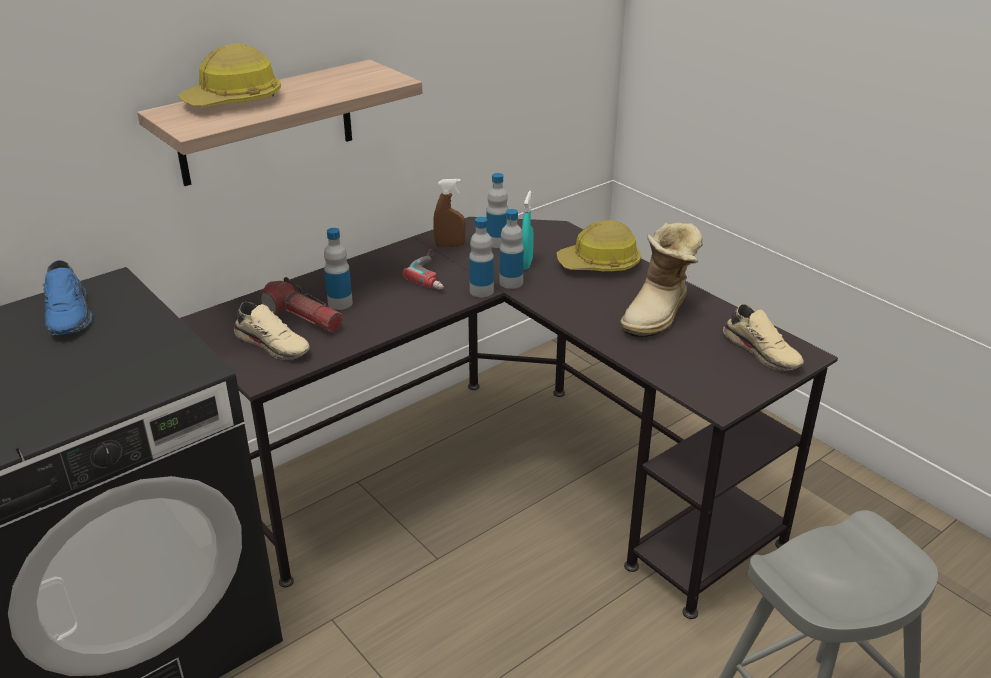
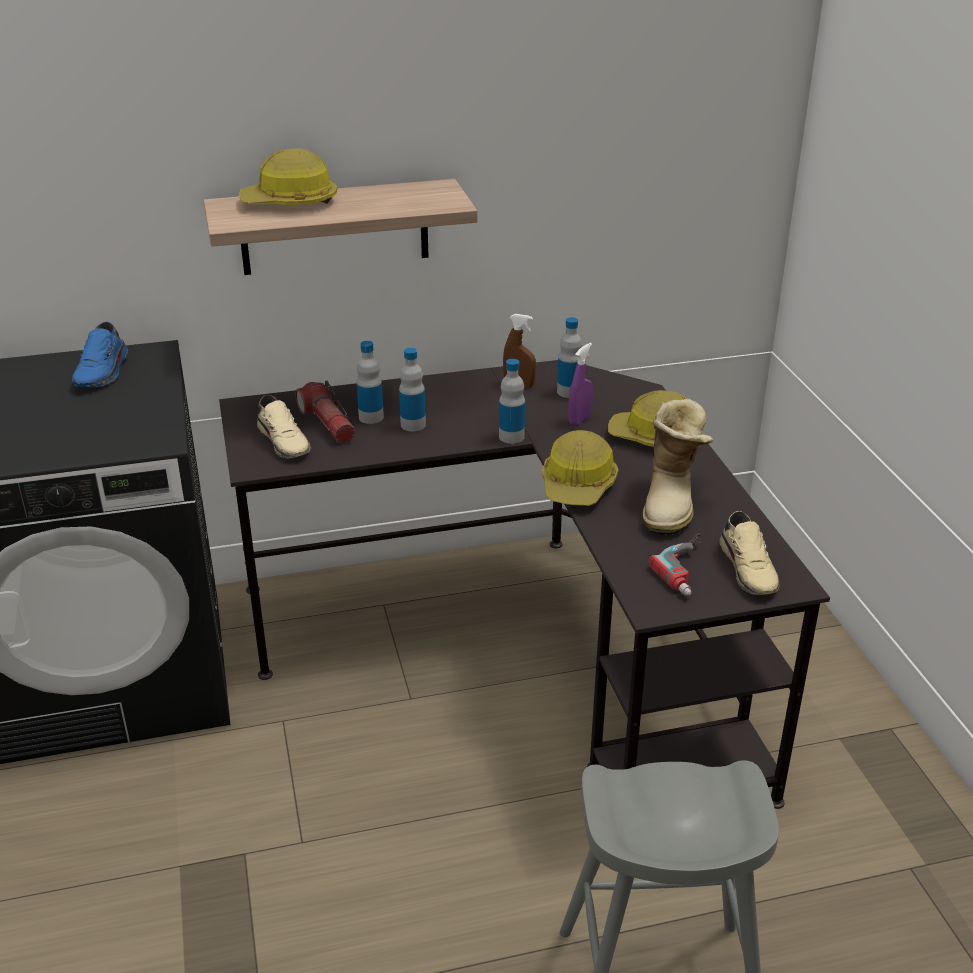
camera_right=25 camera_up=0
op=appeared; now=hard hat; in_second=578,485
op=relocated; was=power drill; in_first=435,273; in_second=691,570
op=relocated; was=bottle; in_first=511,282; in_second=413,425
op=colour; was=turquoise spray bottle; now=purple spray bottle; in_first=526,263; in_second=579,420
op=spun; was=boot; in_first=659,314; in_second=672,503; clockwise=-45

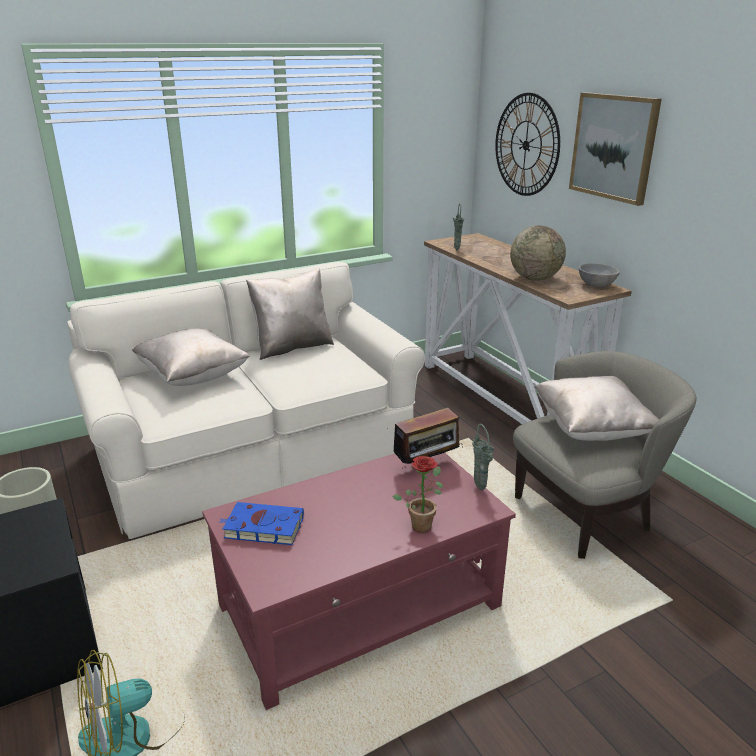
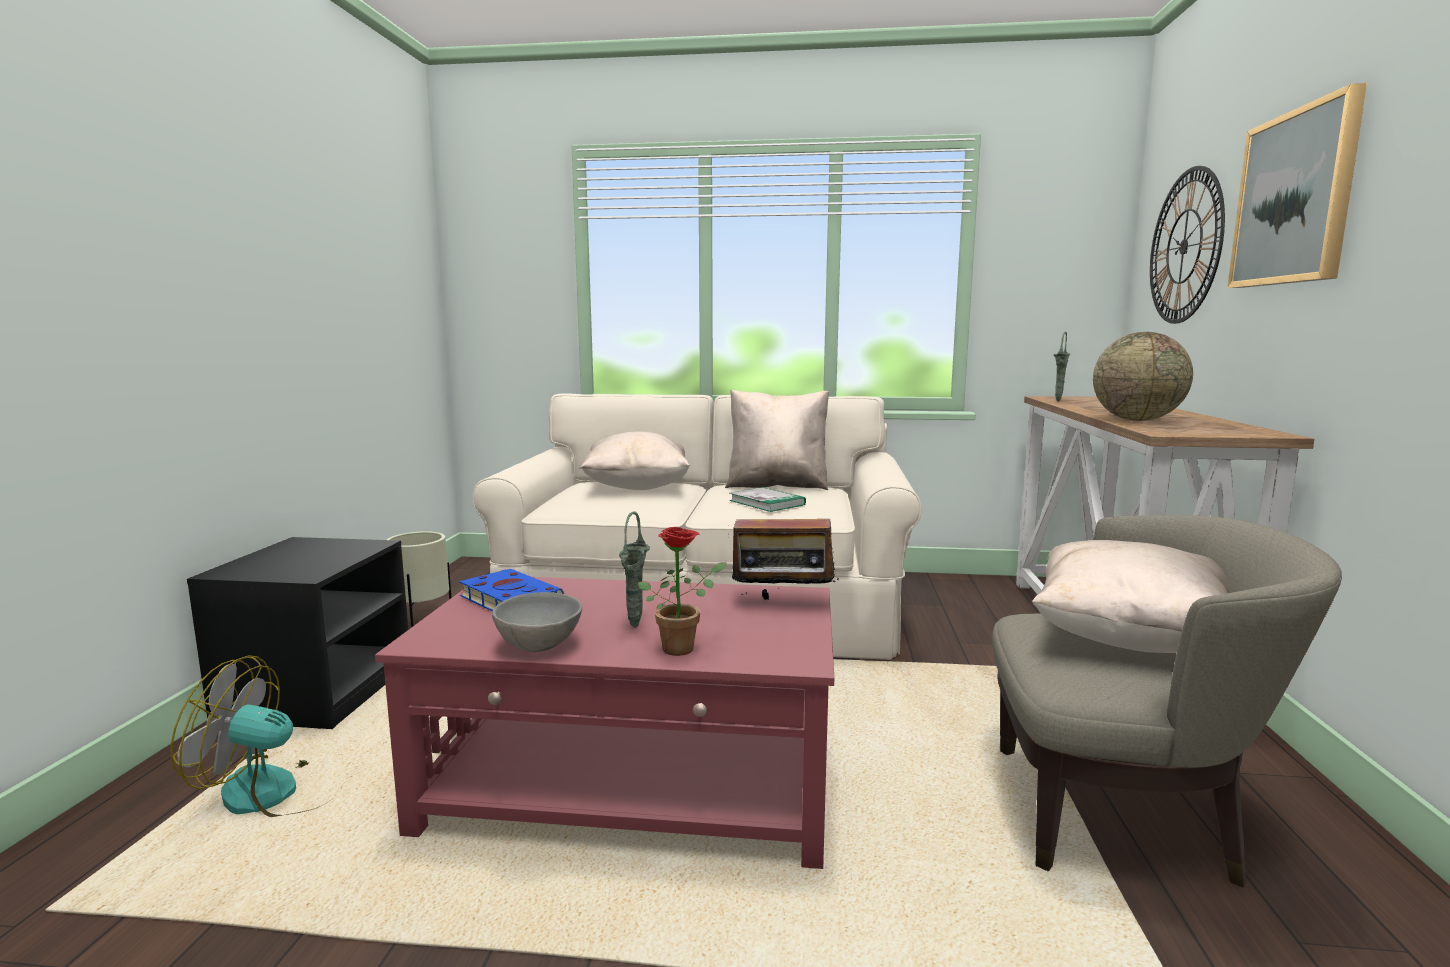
camera_right=35 camera_up=-15
op=appeared; now=book; in_second=767,502
op=relocated; was=green vase; in_first=481,489; in_second=635,627
op=relocated; was=grey bowl; in_first=596,285; in_second=540,646

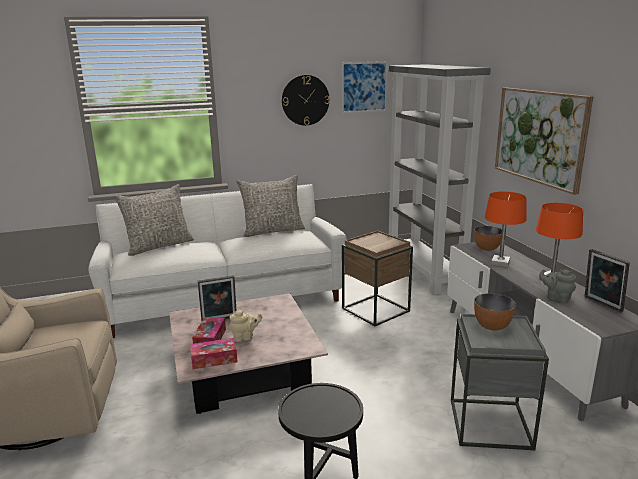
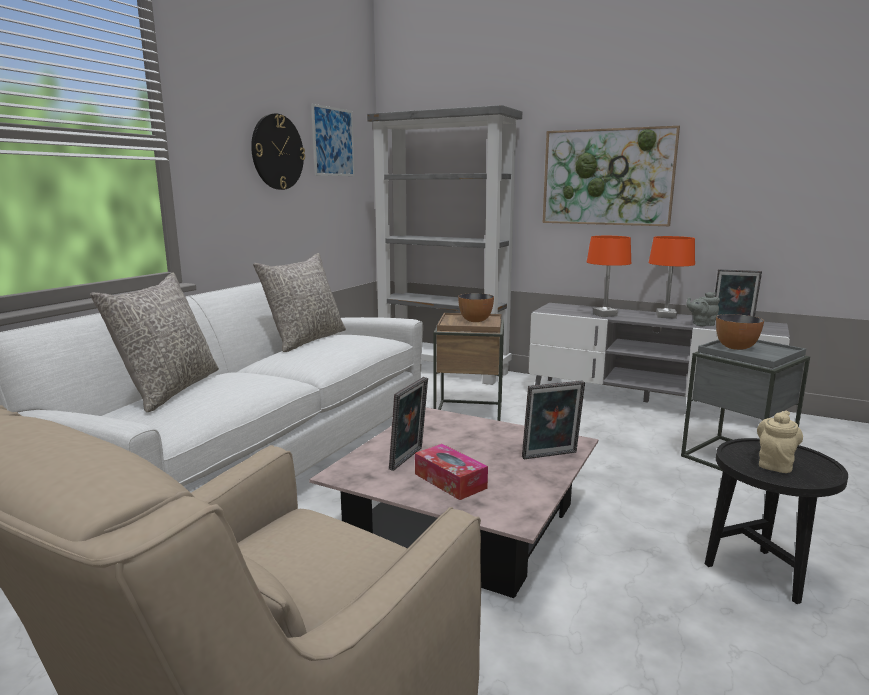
camera_right=-45 camera_up=-5
op=missing; was=tissue box; in_first=214,359
op=appeared; now=picture frame; in_second=551,456
op=relocated; was=beige teapot; in_first=245,337; in_second=775,464
op=relocated; was=bowl; in_first=487,248; in_second=475,320

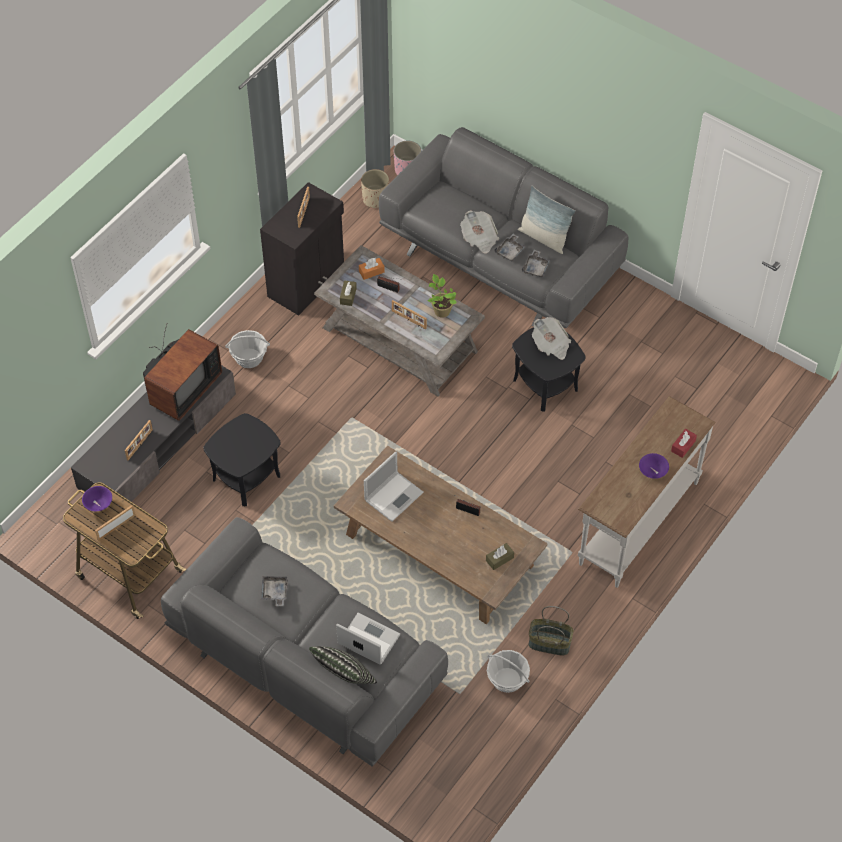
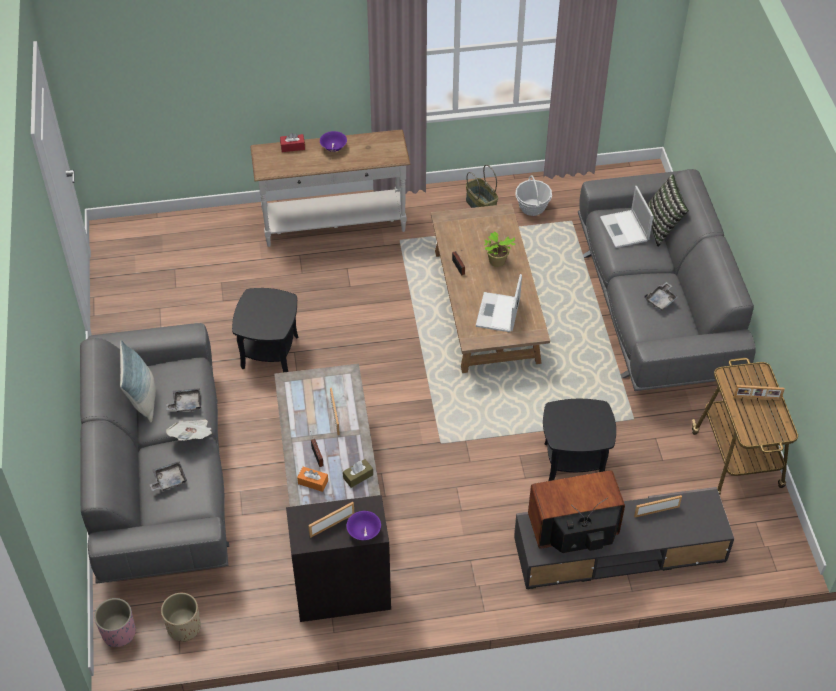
camera_right=-135 camera_up=-5
op=missing; was=basket; in_first=249,358
op=missing; was=brown tissue box; in_first=499,559
op=missing; was=newspaper; in_first=551,345
op=relocated; was=purple bowl; in_first=98,504; in_second=364,532
op=relocated; was=potted plant; in_first=441,310; in_second=497,262
op=relocated; was=grey tray; in_first=536,267; in_second=169,480
op=spun; was=laptop; in_first=394,495; in_second=498,313; clockwise=-75

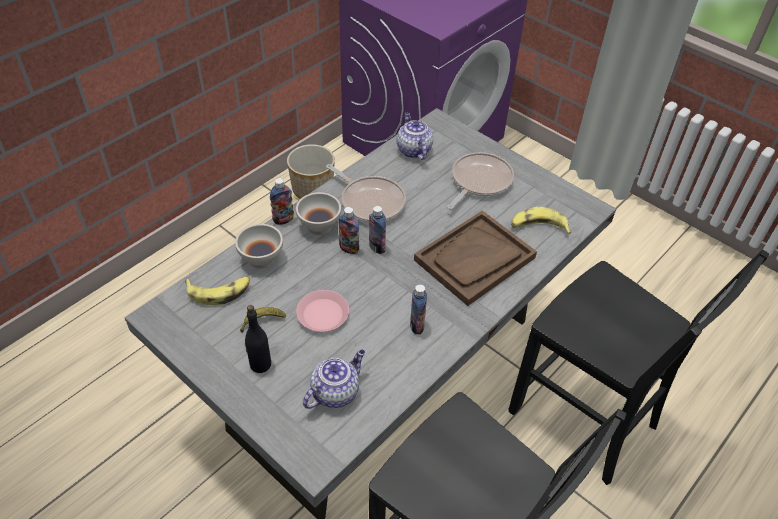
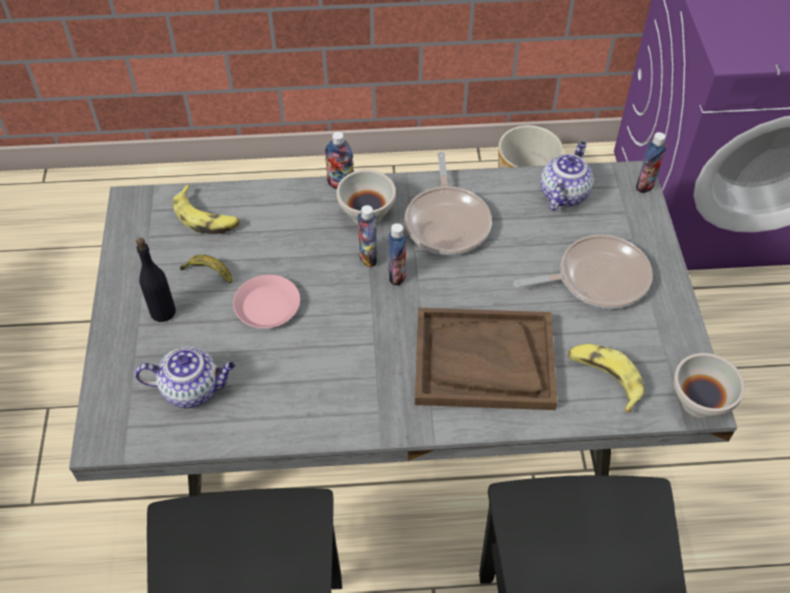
camera_right=45 camera_up=5
op=relocated; was=white bowl; in_first=261,258; in_second=699,401
op=relocated; was=bottle; in_first=417,325; in_second=645,185

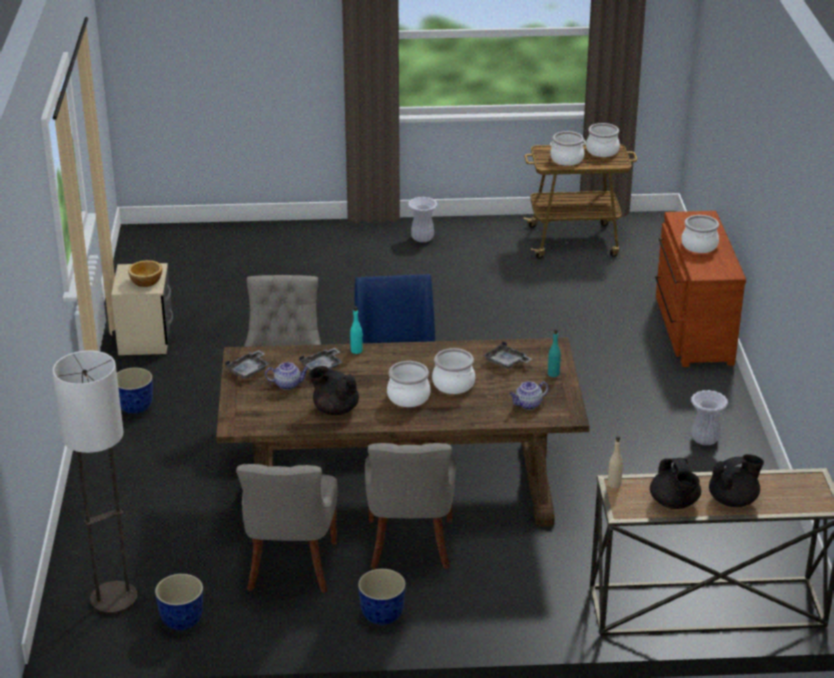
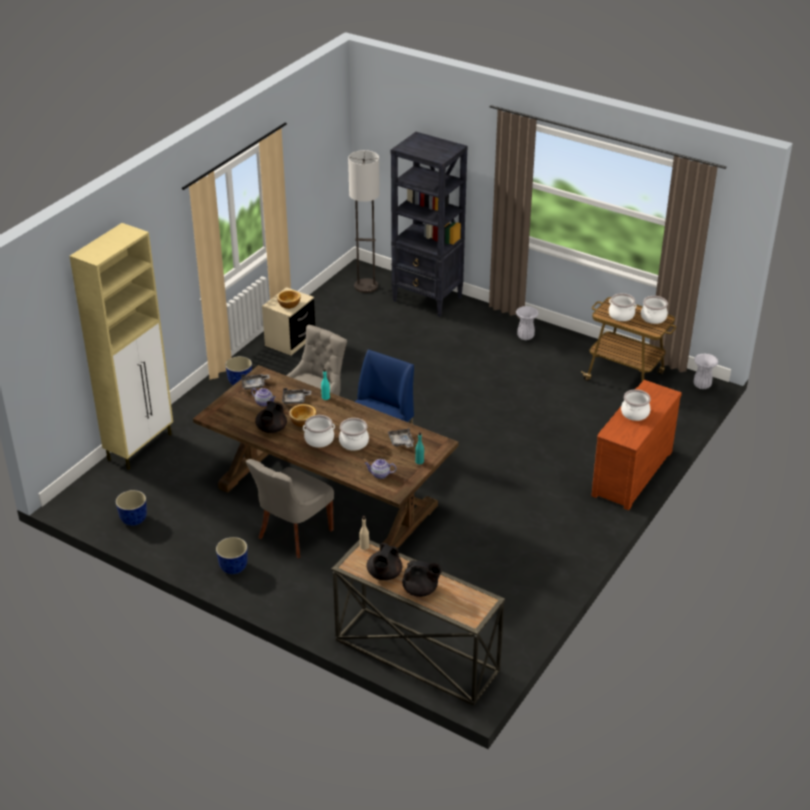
camera_right=35 camera_up=5
op=missing; was=grey chair; in_first=290,567
op=appeared; now=beige cabinet; in_second=140,446
op=appeared; now=bowl; in_second=303,422
op=appeared; now=black bookcase; in_second=428,299
op=relocated; was=floor lamp; in_first=114,599; in_second=366,286
op=relocated; was=white vase; in_first=705,440; in_second=702,385
op=spun; was=black teapot; in_first=335,409; in_second=271,429; clockwise=-135

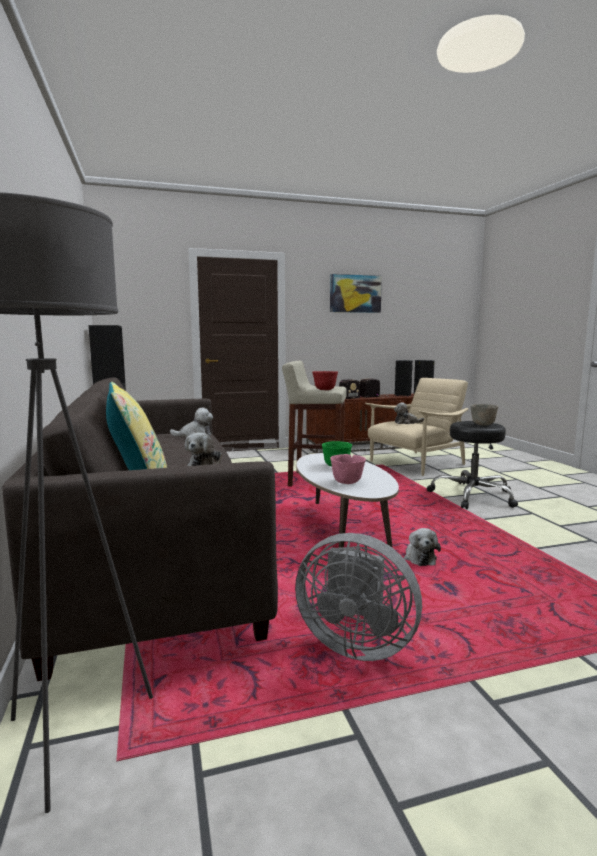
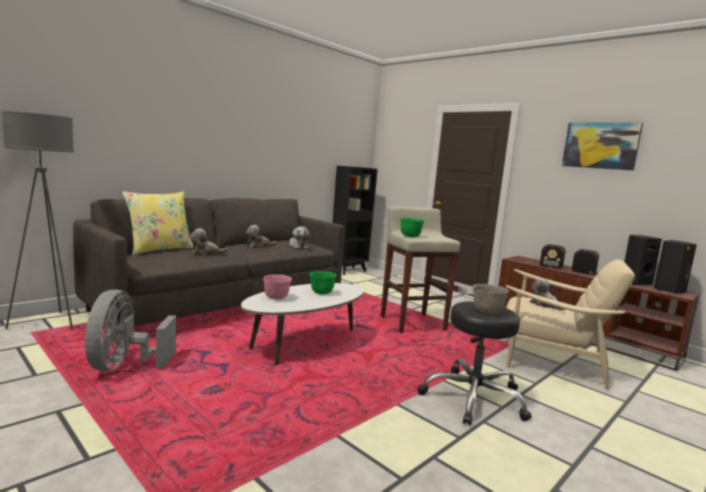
camera_right=60 camera_up=0
op=relocated; was=plush toy; in_first=419,558; in_second=259,246
op=colour; was=red bowl; now=green bowl; in_first=324,390; in_second=410,236

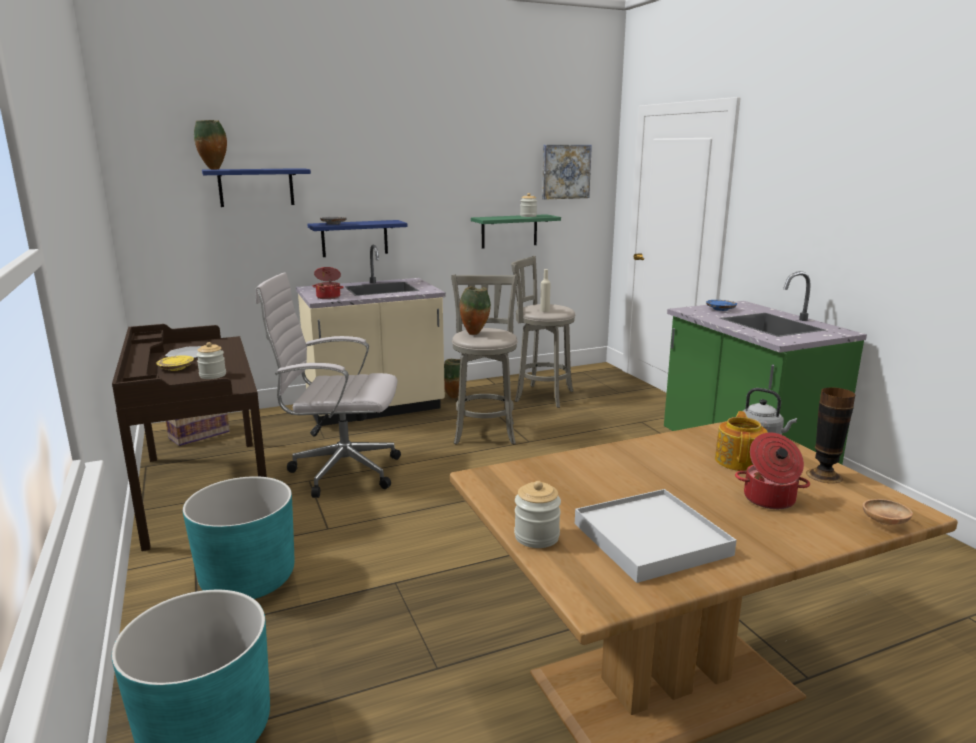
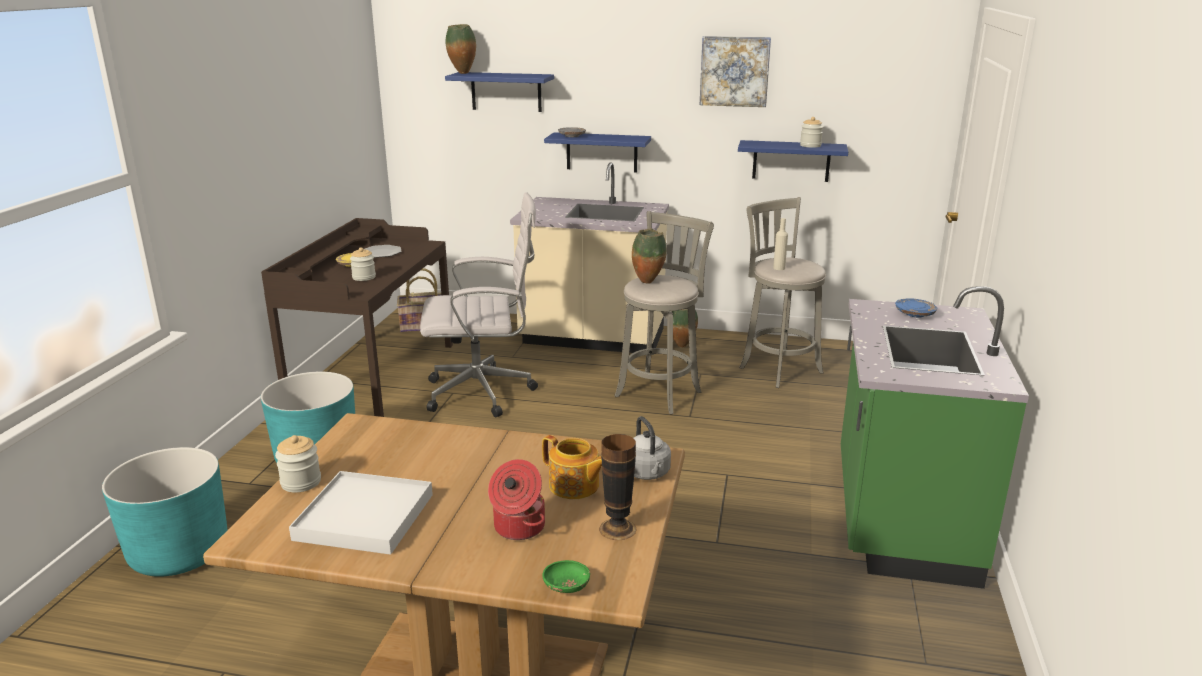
camera_right=35 camera_up=5
op=missing; was=cooking pot; in_first=329,297
op=relocated; was=picture; in_first=565,171; in_second=734,71
op=colour; was=green shelf; now=blue shelf; in_first=509,231; in_second=791,161
op=colour; was=brown bowl; now=green bowl; in_first=884,522; in_second=566,587
op=spun; was=white office chair; in_first=340,472; in_second=484,392; clockwise=135
op=spun; was=teapot; in_first=739,461; in_second=574,486; clockwise=75

